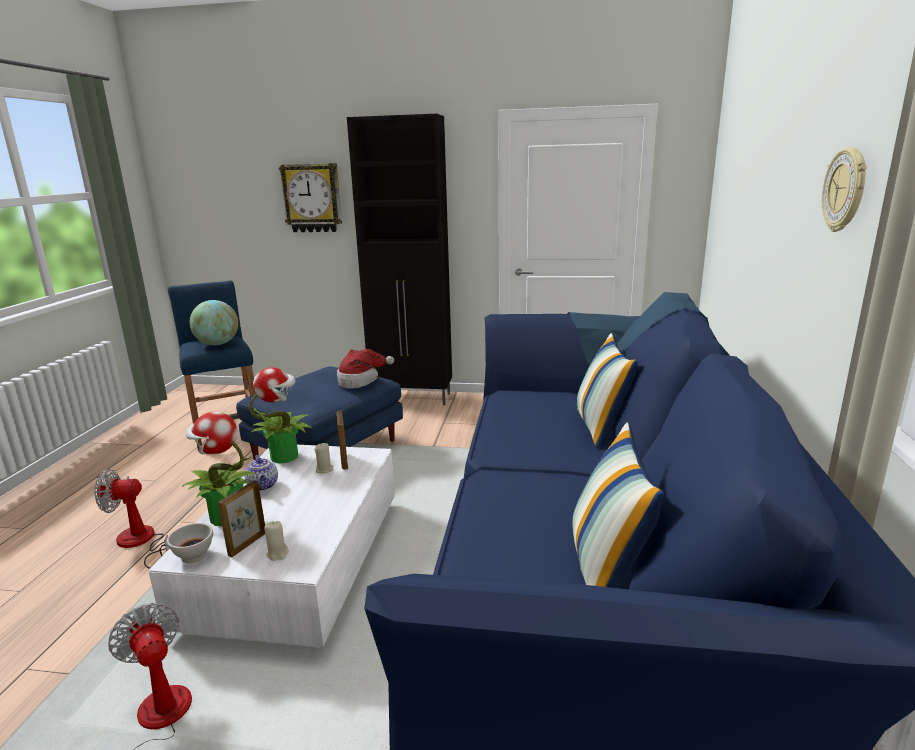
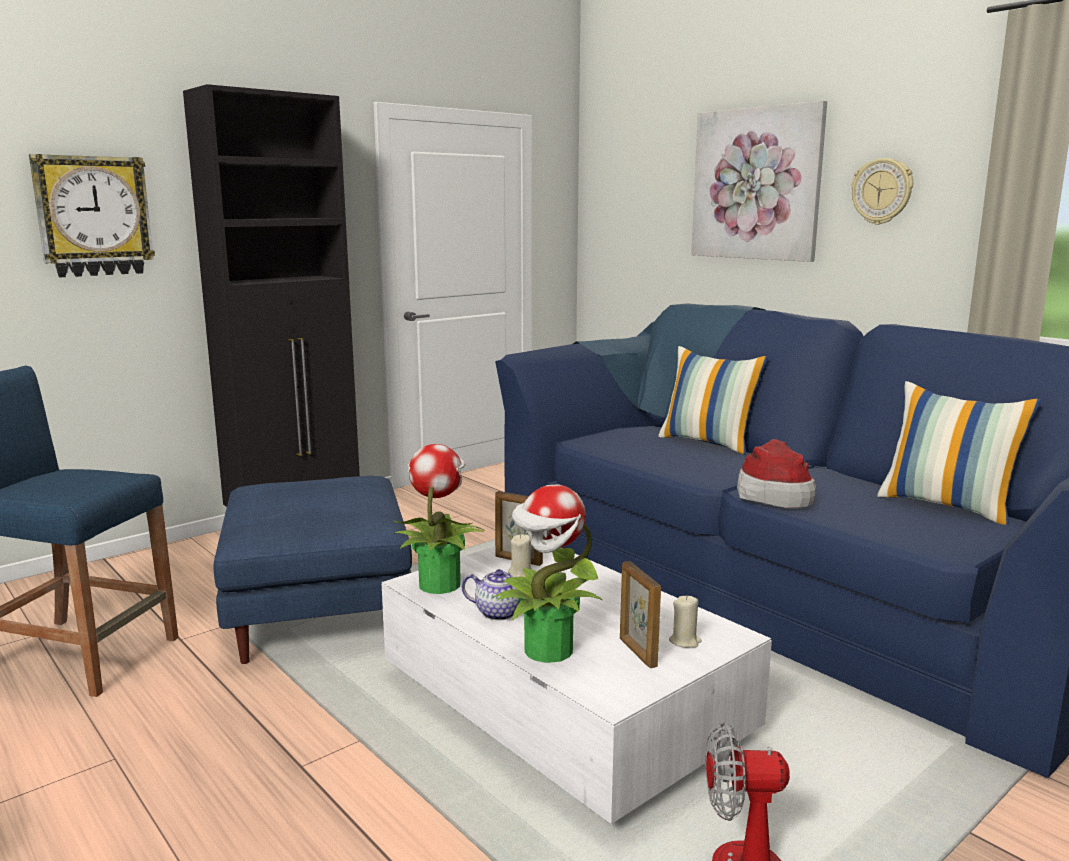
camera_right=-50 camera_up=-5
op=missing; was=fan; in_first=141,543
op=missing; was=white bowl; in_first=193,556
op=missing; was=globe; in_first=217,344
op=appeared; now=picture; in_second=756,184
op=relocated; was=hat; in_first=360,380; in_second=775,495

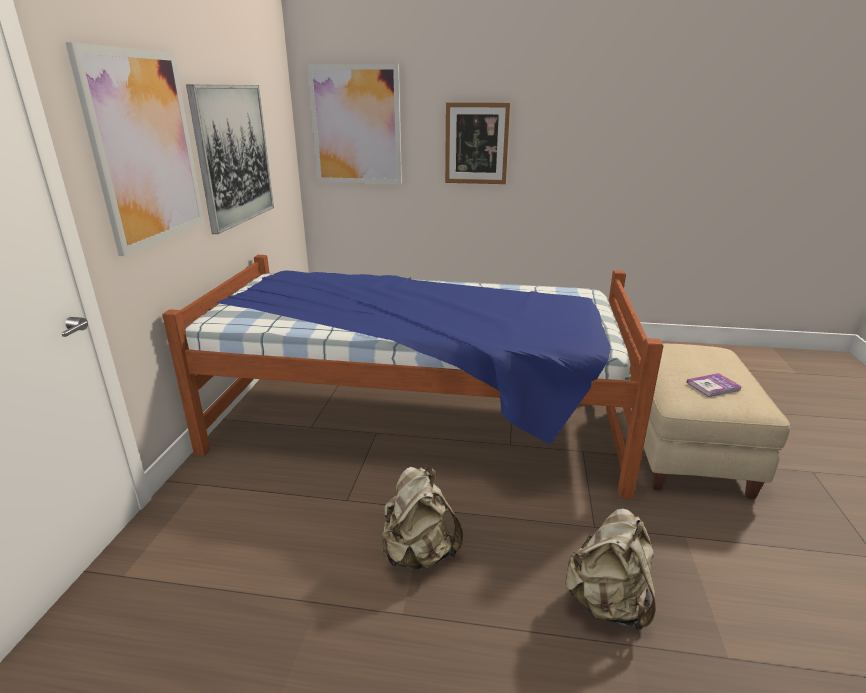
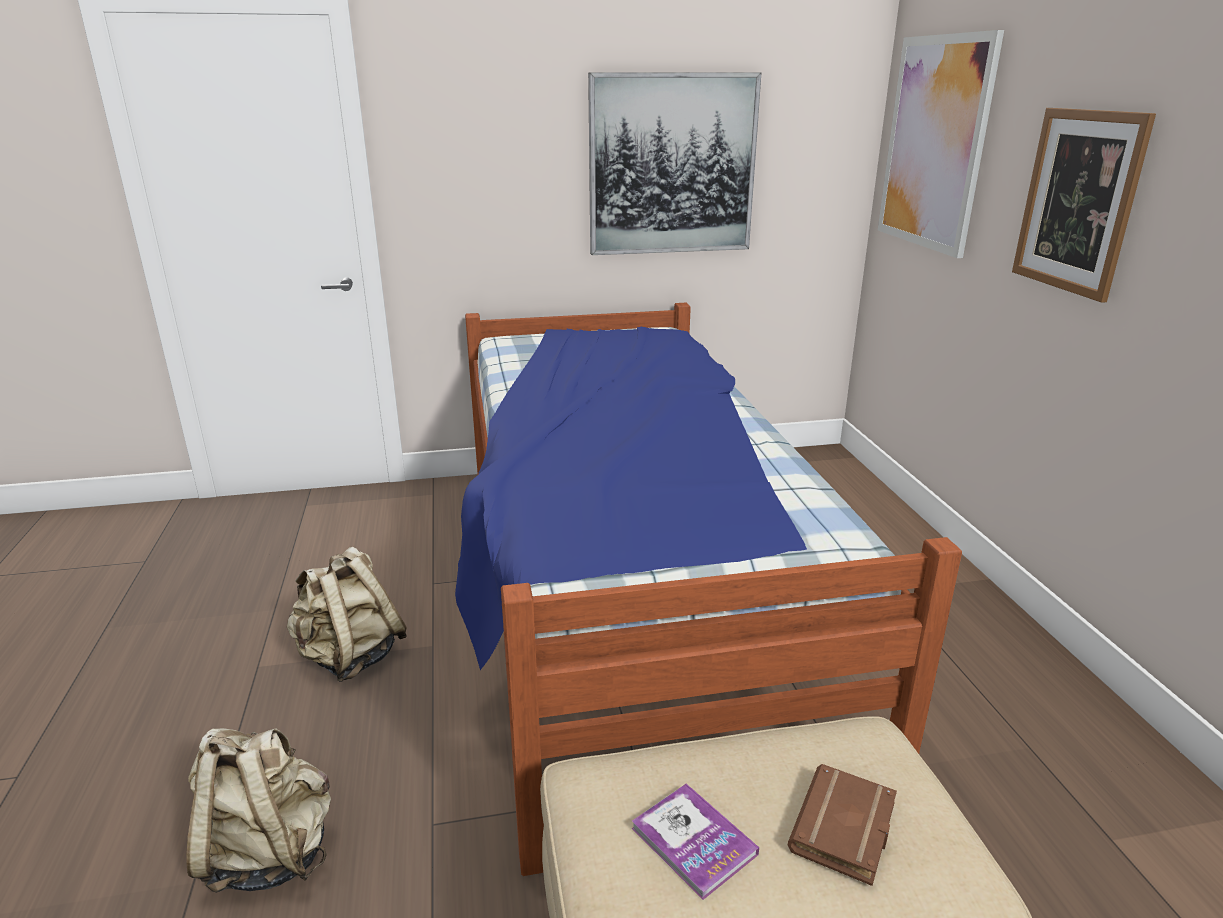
camera_right=70 camera_up=0
op=missing; was=picture; in_first=145,149
op=appeared; now=brown book; in_second=846,831

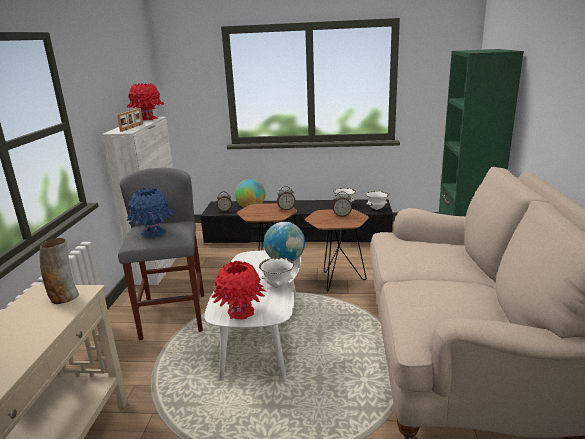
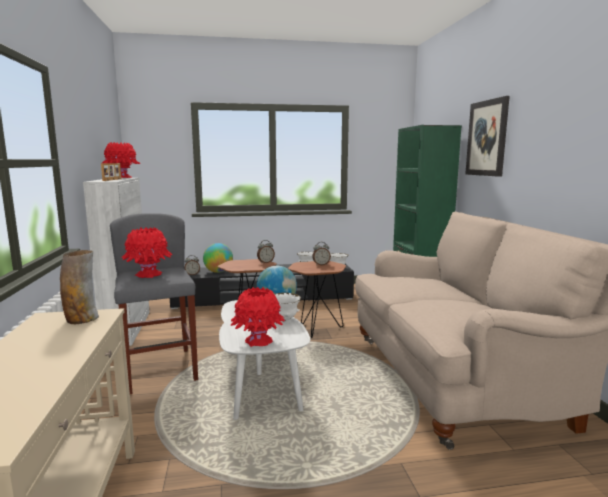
camera_right=-15 camera_up=-10
op=appeared; now=picture; in_second=487,138
op=colour; was=blue vase; now=red vase; in_first=153,233; in_second=148,275

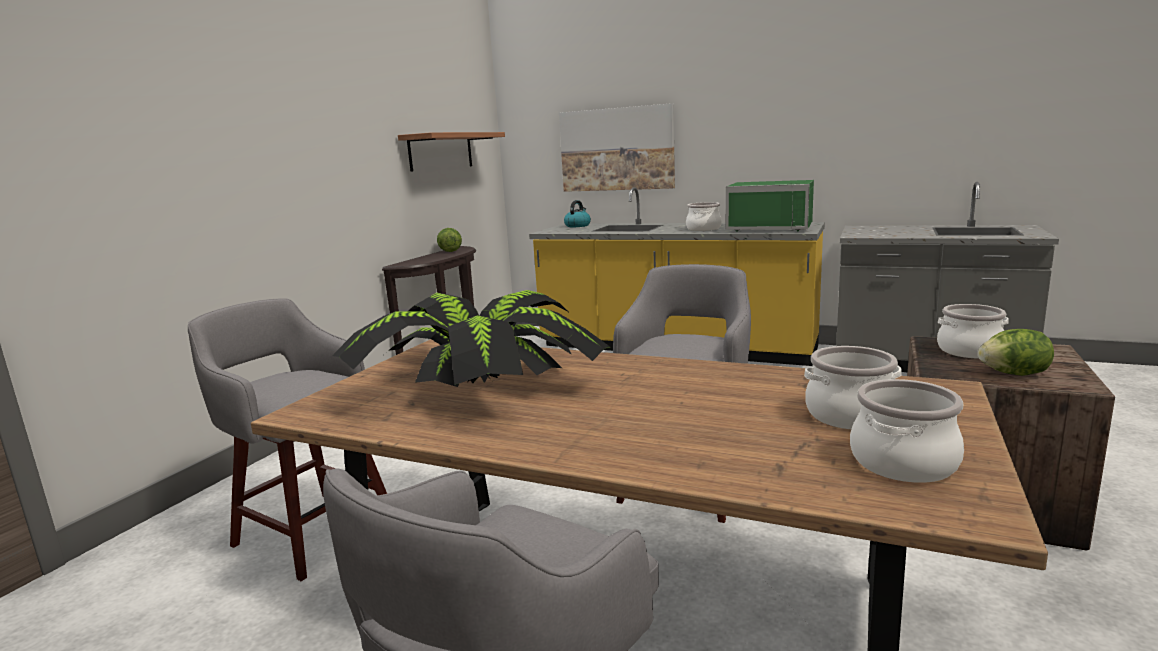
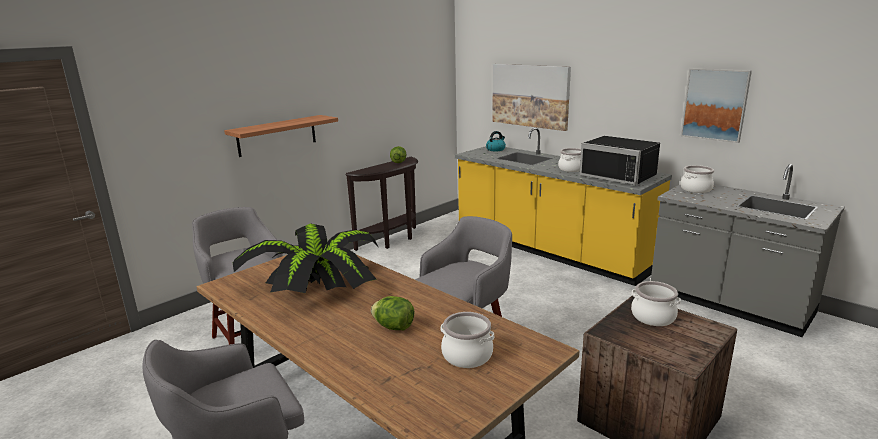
camera_right=20 camera_up=5
op=appeared; now=picture; in_second=715,104
op=relocated; was=shelf; in_first=441,151; in_second=277,135
op=relocated; was=cooking pot; in_first=902,462; in_second=695,189
op=relocated; was=lettuce; in_first=1013,374; in_second=394,327
op=colour; was=green microwave; now=black microwave; in_first=771,227; in_second=620,176

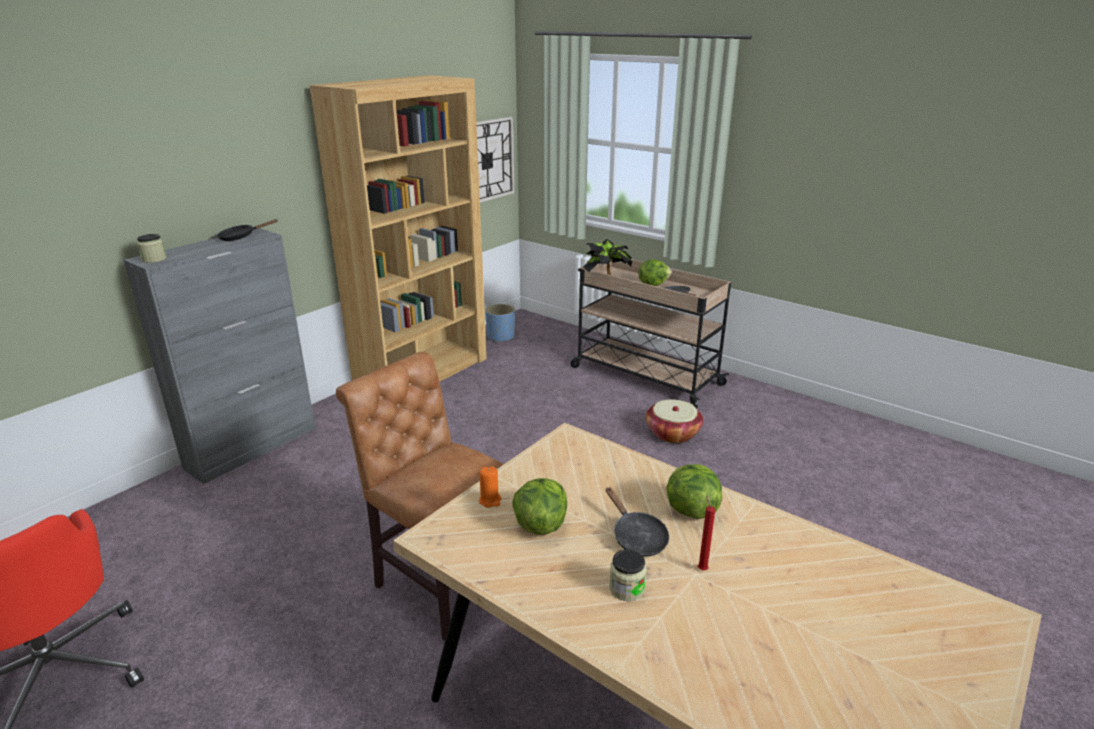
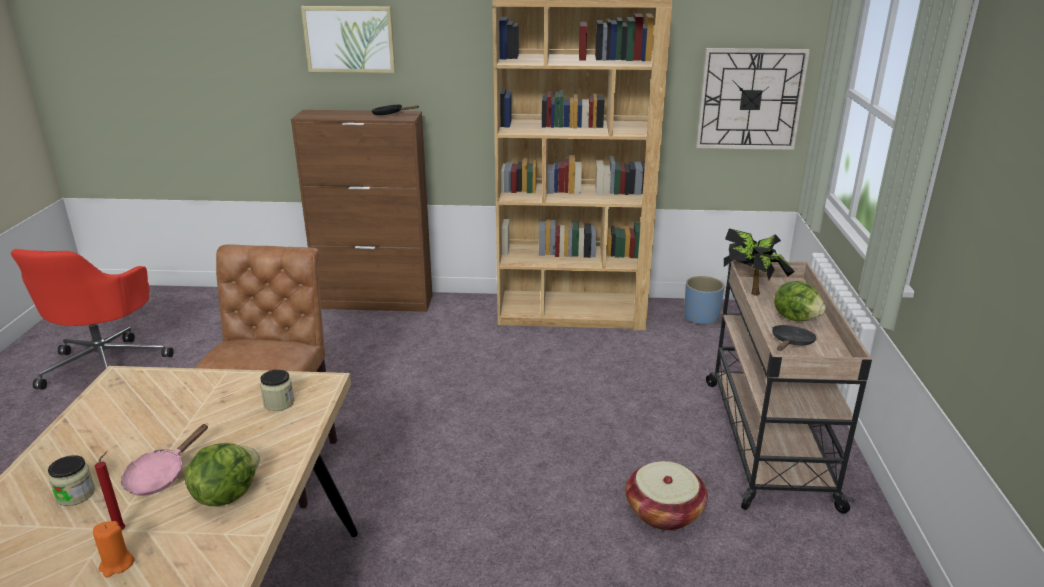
camera_right=55 camera_up=0
op=missing; was=lettuce; in_first=540,524
op=appeared; now=picture; in_second=349,39
op=relocated; was=jar; in_first=154,259; in_second=279,403
op=relocated; was=orange candle; in_first=490,500; in_second=116,565
op=colour; was=grey cabinet; now=brown cabinet; in_first=253,448; in_second=375,302
op=colour; was=black frying pan; now=pink frying pan; in_first=636,537; in_second=160,475

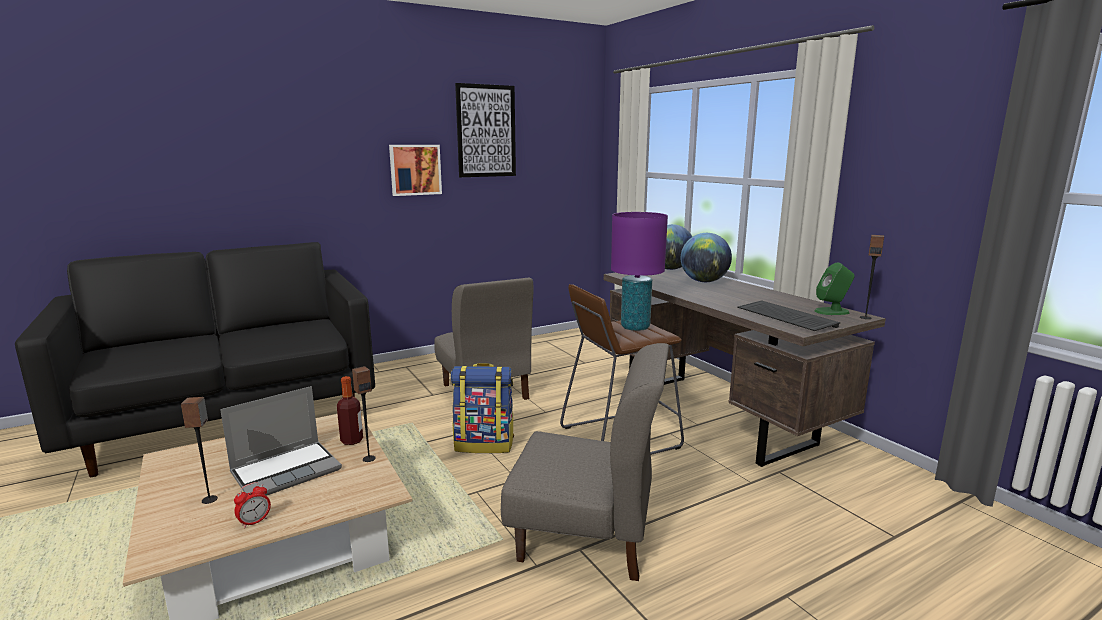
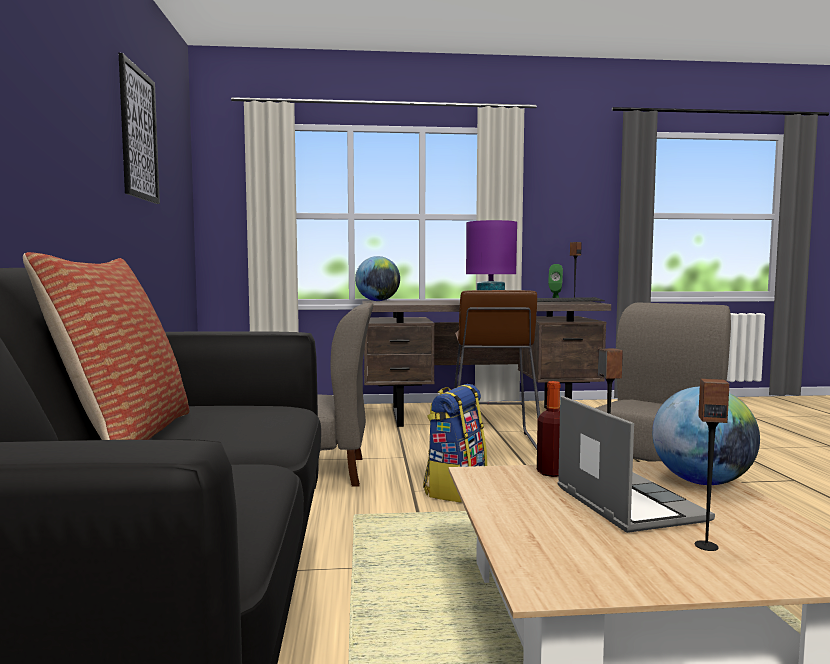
camera_right=-65 camera_up=-10
op=missing; was=alarm clock; in_first=254,522
op=missing; was=picture; in_first=415,169
op=appeared; now=pillow; in_second=125,436
op=relocated; was=globe; in_first=704,281; in_second=702,482

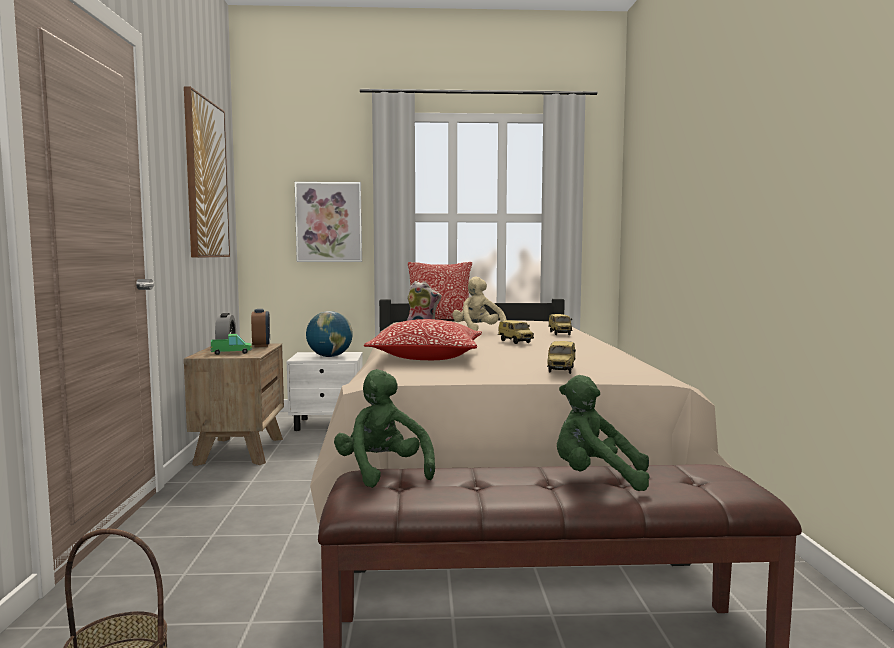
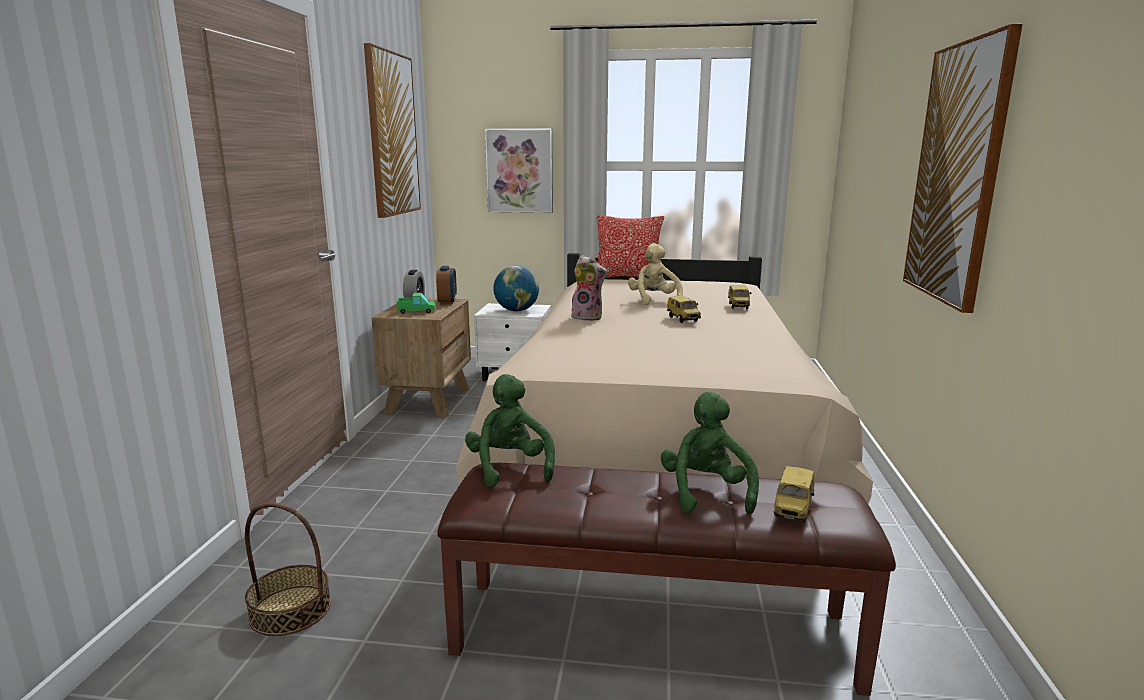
camera_right=10 camera_up=10
op=missing; was=pillow; in_first=427,357
op=appeared; now=picture; in_second=958,174
op=relocated; was=toy car; in_first=562,370; in_second=794,511
op=spun; was=green plush toy; in_first=596,478; in_second=706,492; clockwise=60

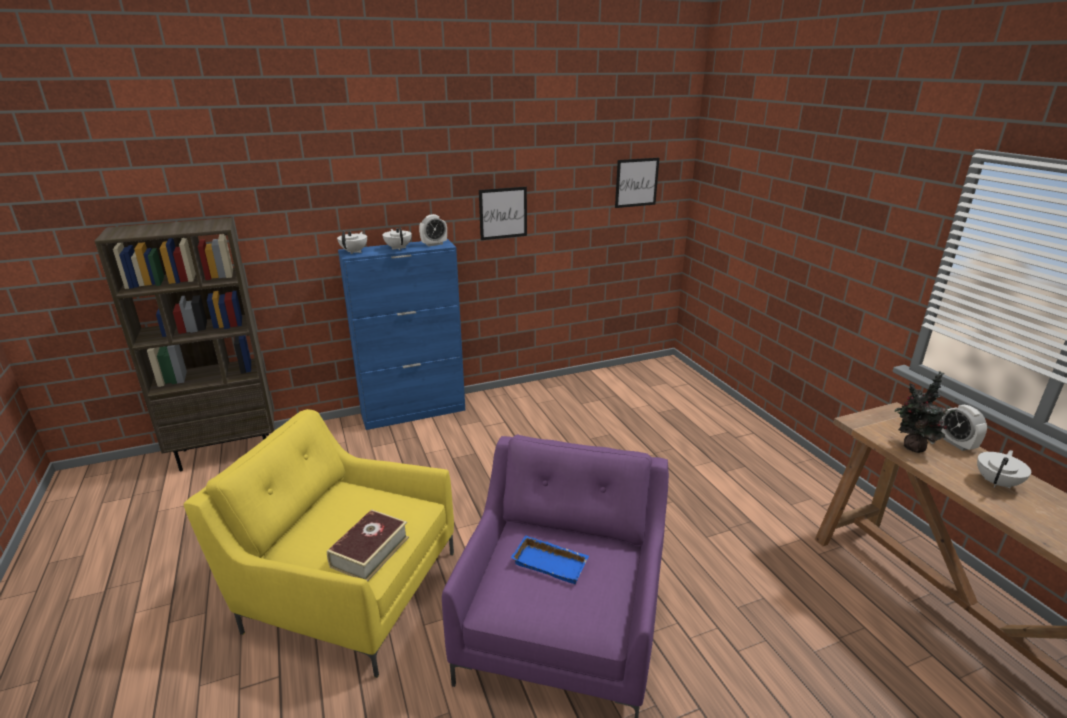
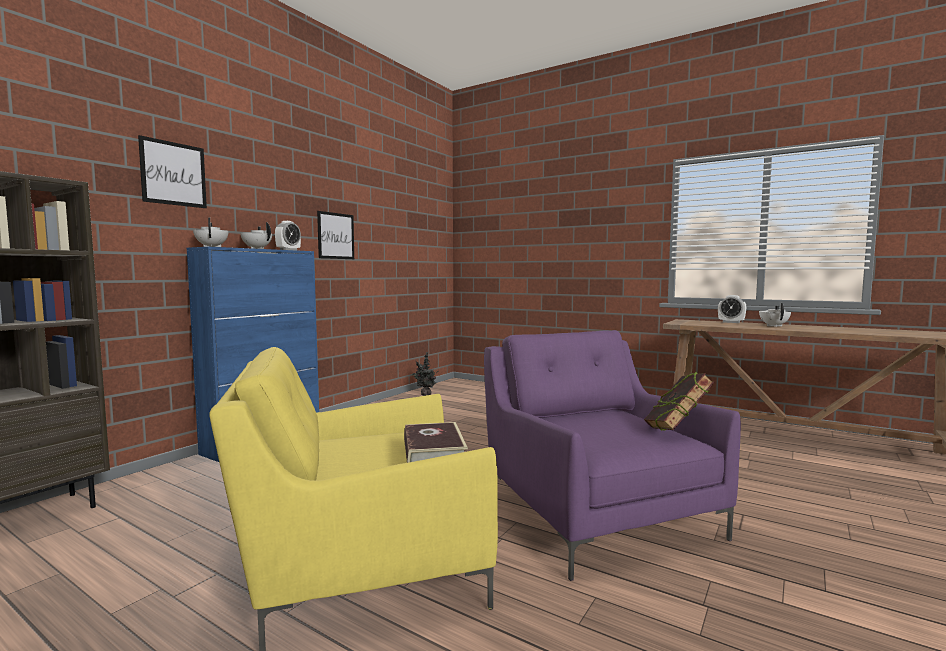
camera_right=-35 camera_up=-20
op=missing; was=blue tray; in_first=551,563
op=appeared; now=book; in_second=676,432
op=relocated; was=picture; in_first=636,182; in_second=173,174
op=relocated; was=potted plant; in_first=912,448; in_second=425,395

